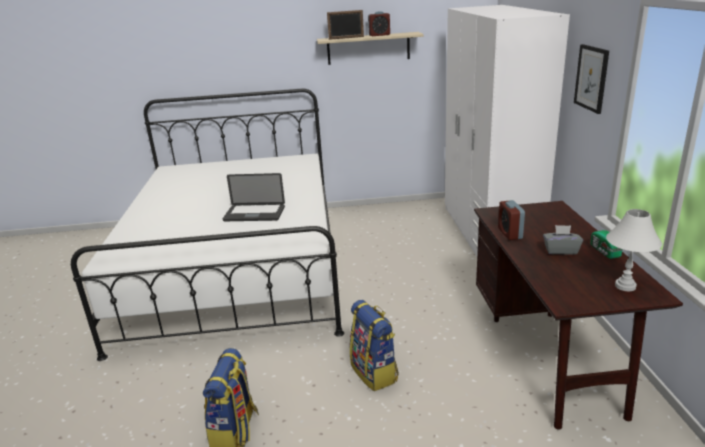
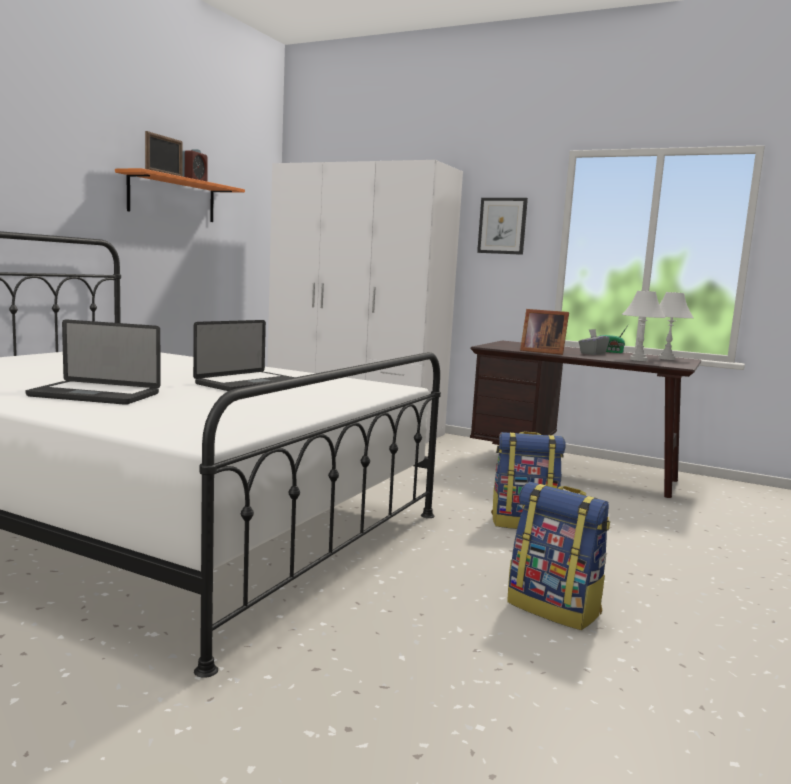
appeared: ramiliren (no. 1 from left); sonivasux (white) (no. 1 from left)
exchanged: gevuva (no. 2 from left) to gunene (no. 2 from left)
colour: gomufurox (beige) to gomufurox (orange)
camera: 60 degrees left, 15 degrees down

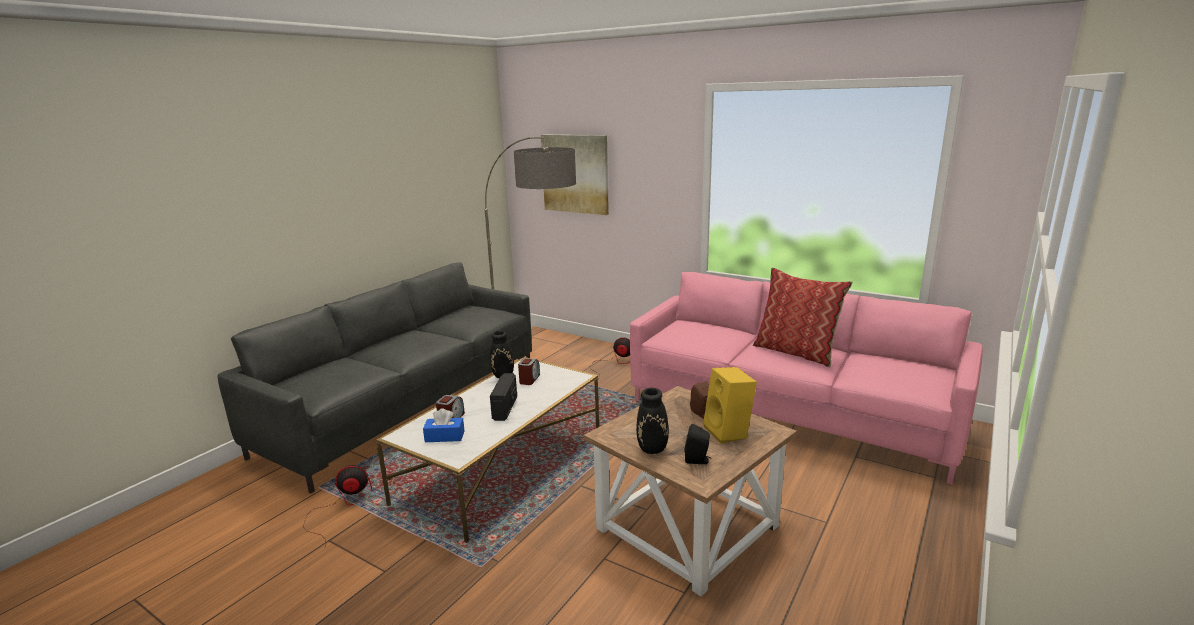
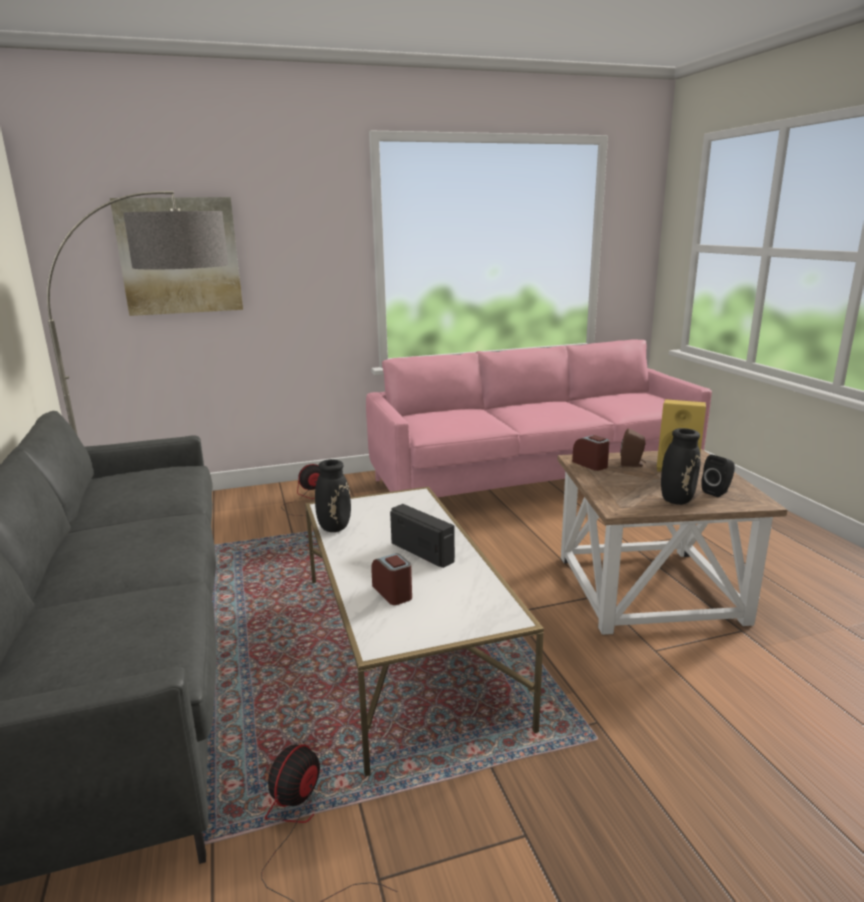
missing: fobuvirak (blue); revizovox
relocated: gevuva (no. 2 from left)
camera: 50 degrees left, 0 degrees up

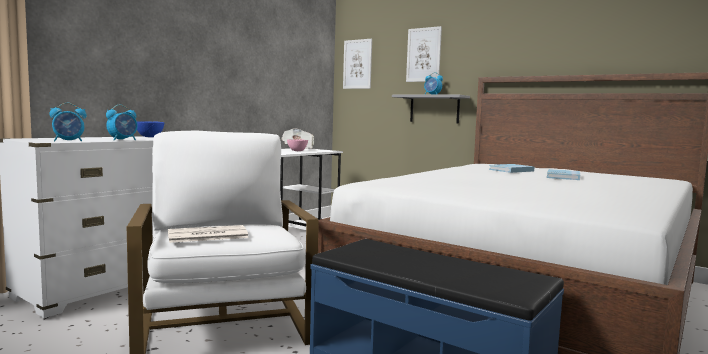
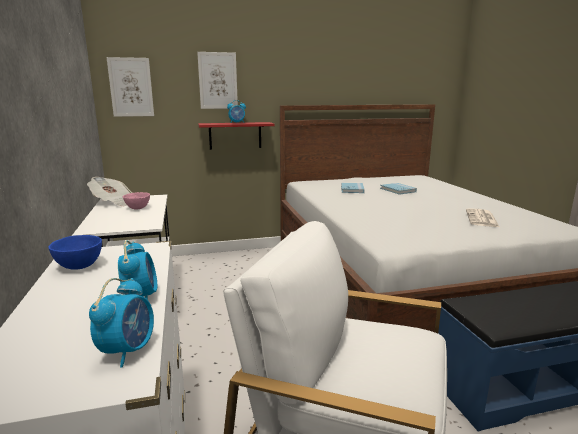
relocated: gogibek (no. 1 from left in the first image) to gogibek (no. 2 from left)
colour: gomufurox (grey) to gomufurox (red)
camera: 50 degrees left, 10 degrees up

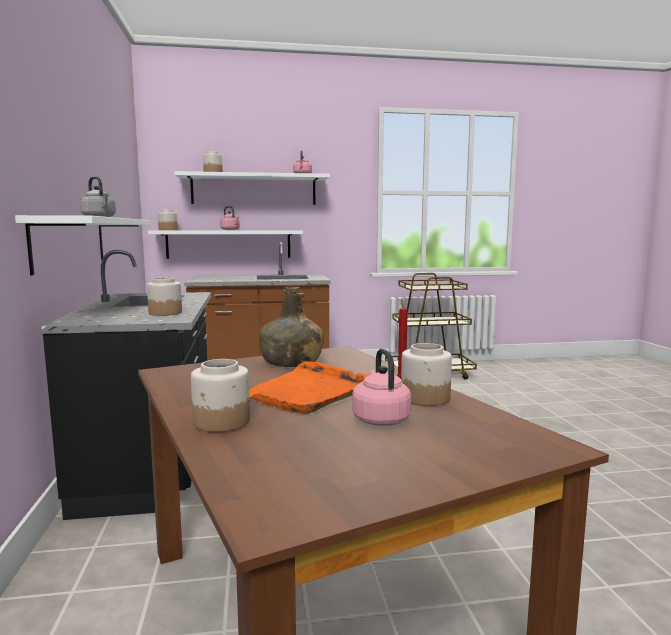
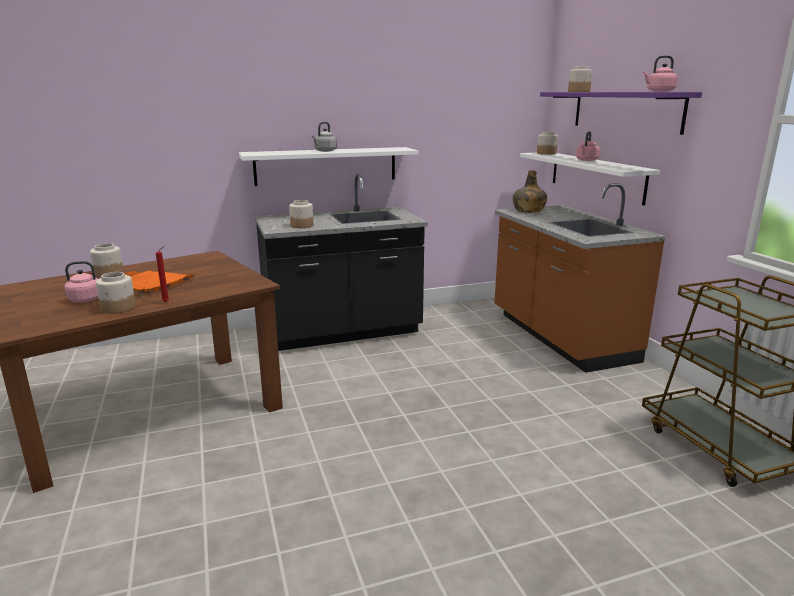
relocated: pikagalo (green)
colour: gomufurox (white) (no. 3 from left) to gomufurox (purple)
camera: 80 degrees right, 10 degrees up

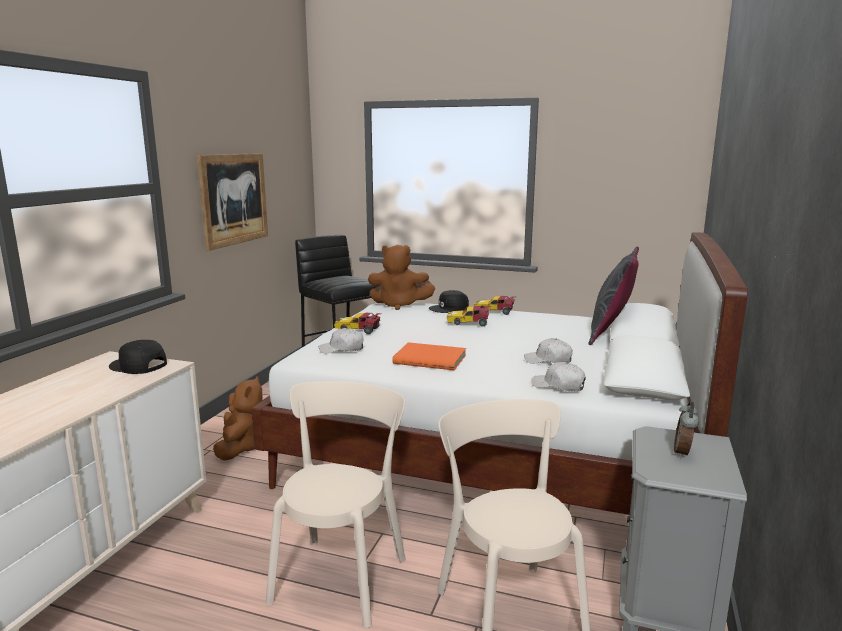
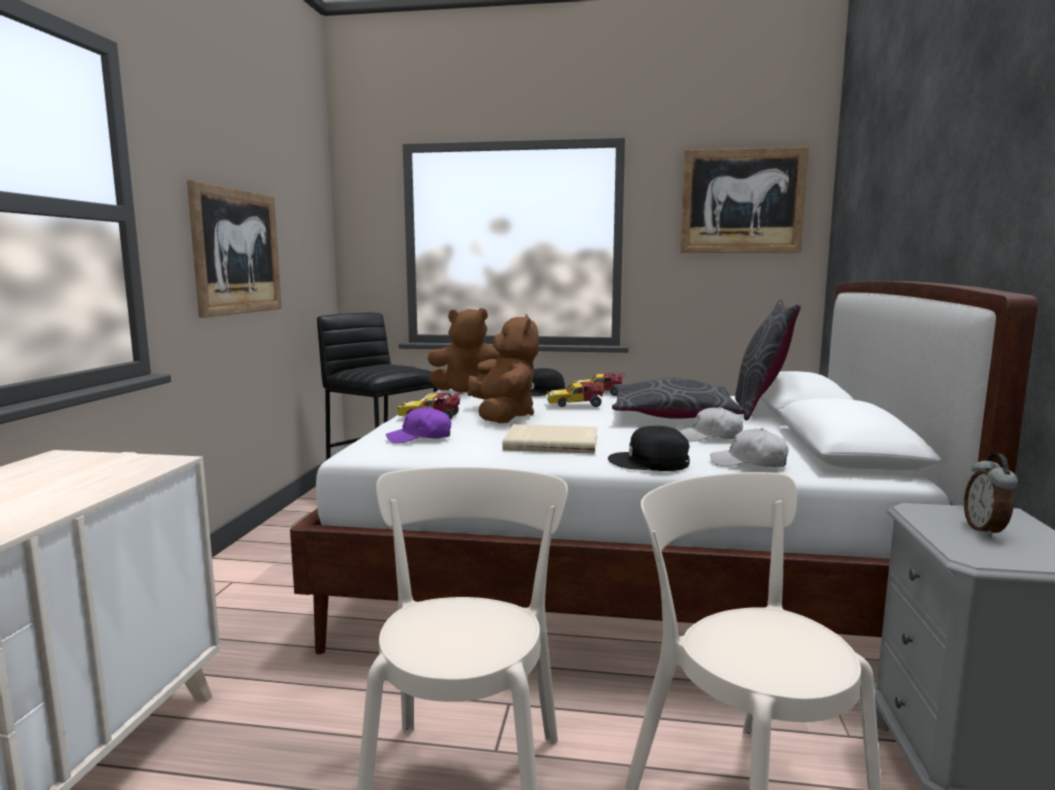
appeared: revizovox (grey) (no. 1 from left); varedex (no. 2 from left)
relocated: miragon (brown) (no. 1 from left in the first image) to miragon (brown) (no. 2 from left); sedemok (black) (no. 1 from left in the first image) to sedemok (black) (no. 2 from left)
colour: sedemok (white) (no. 1 from left) to sedemok (purple); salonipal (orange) to salonipal (beige)
camera: 10 degrees left, 5 degrees down

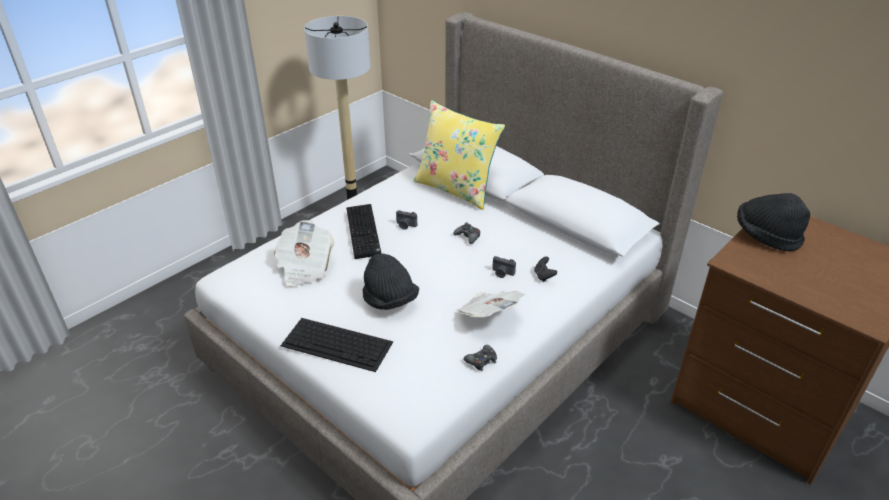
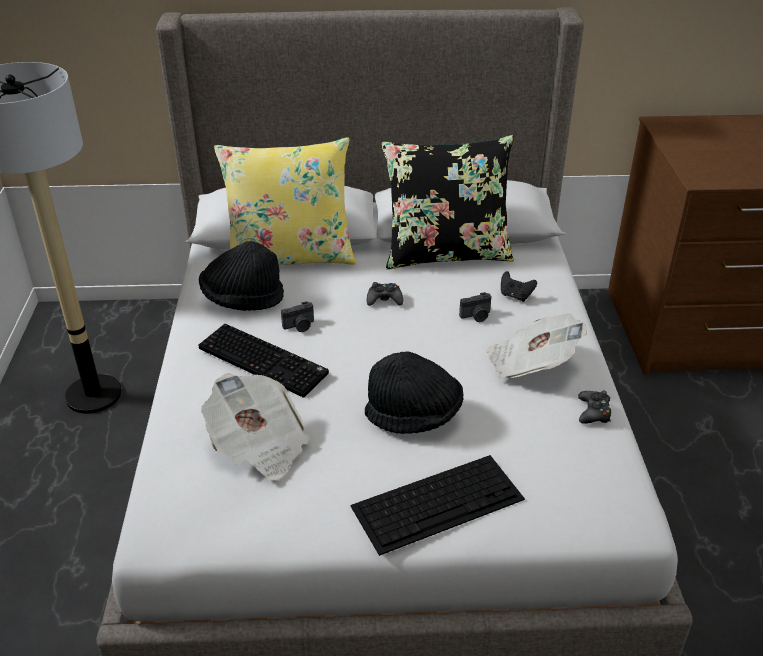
appeared: revizovox (black)
relocated: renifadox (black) (no. 2 from left in the first image) to renifadox (black) (no. 1 from left)
camera: 45 degrees left, 0 degrees up

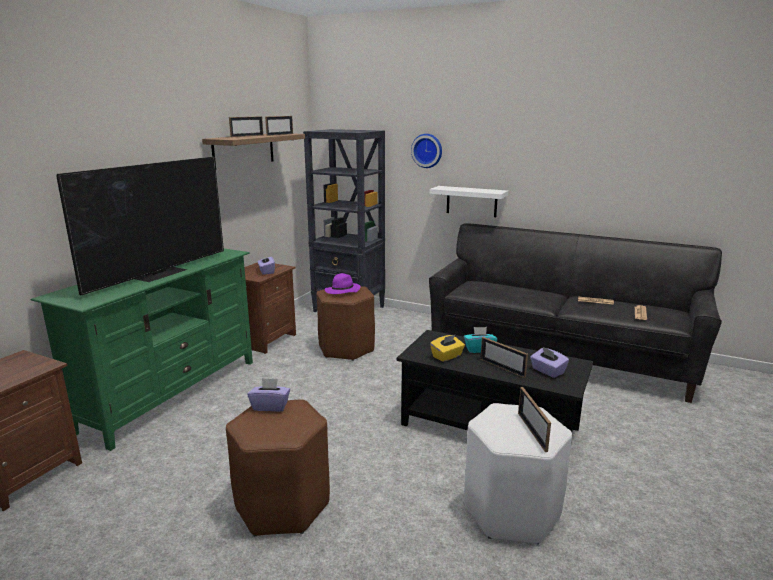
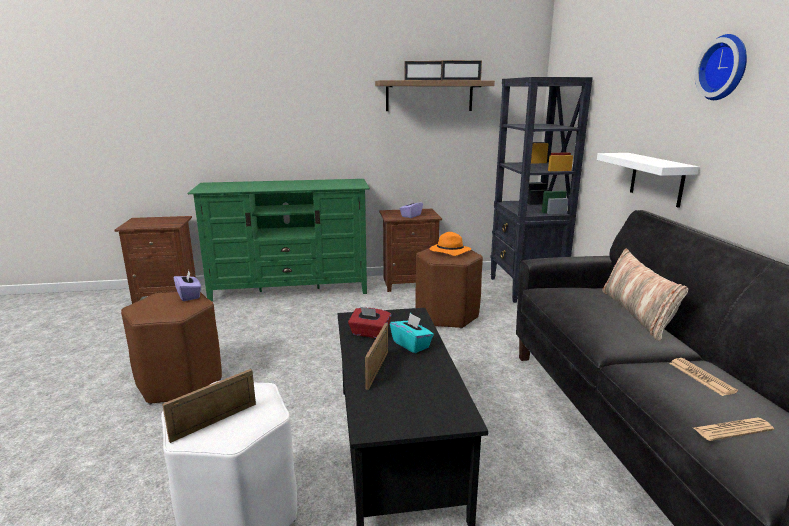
missing: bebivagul; fobuvirak (purple) (no. 3 from left)
appeared: revizovox
relocated: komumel
colour: fobuvirak (yellow) to fobuvirak (red); renifadox (purple) to renifadox (orange)
camera: 55 degrees right, 0 degrees up

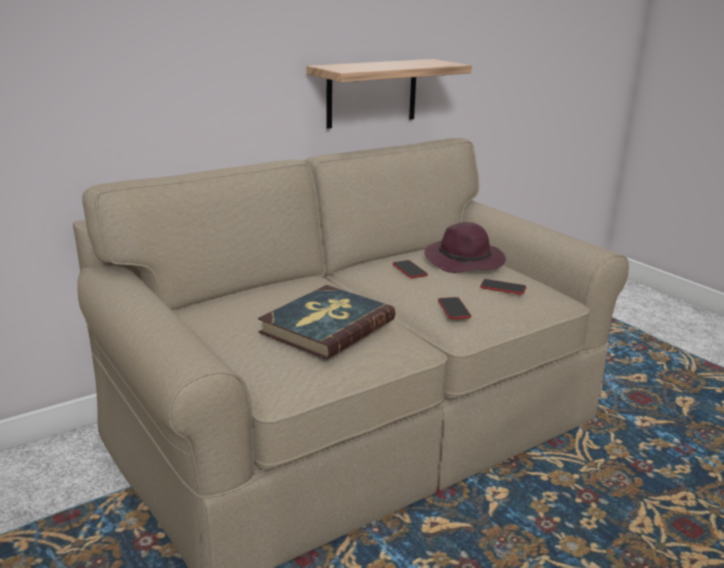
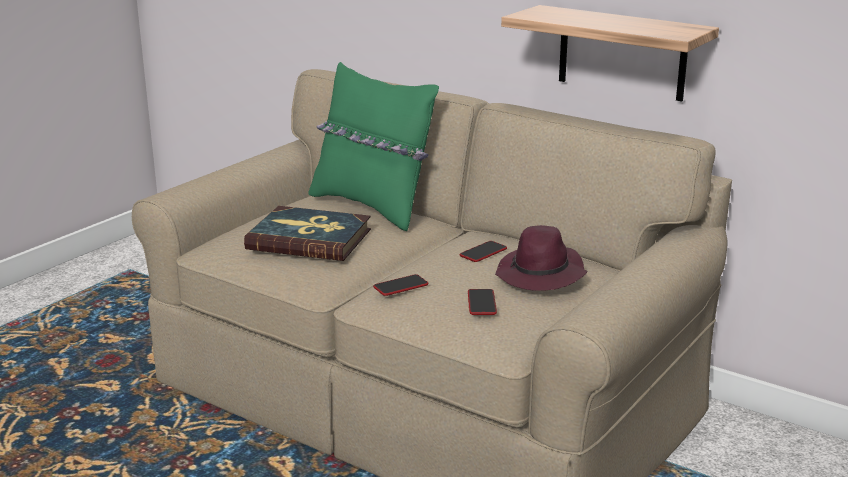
appeared: revizovox (green)
camera: 70 degrees right, 0 degrees up

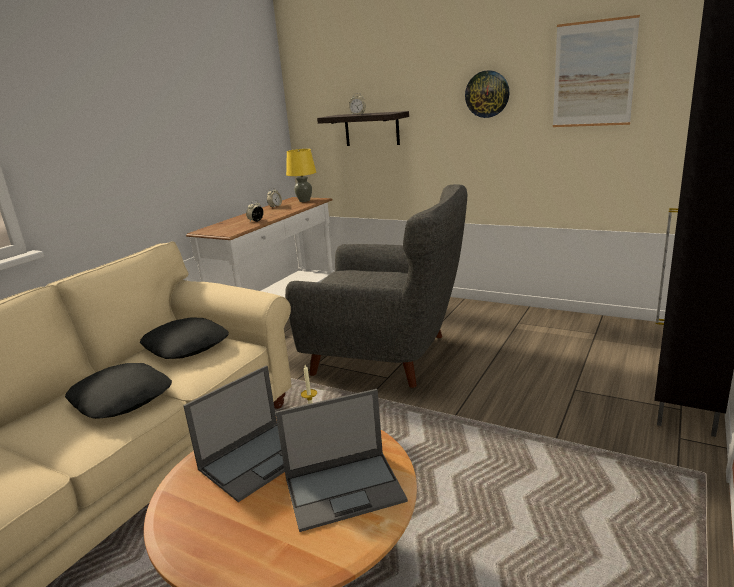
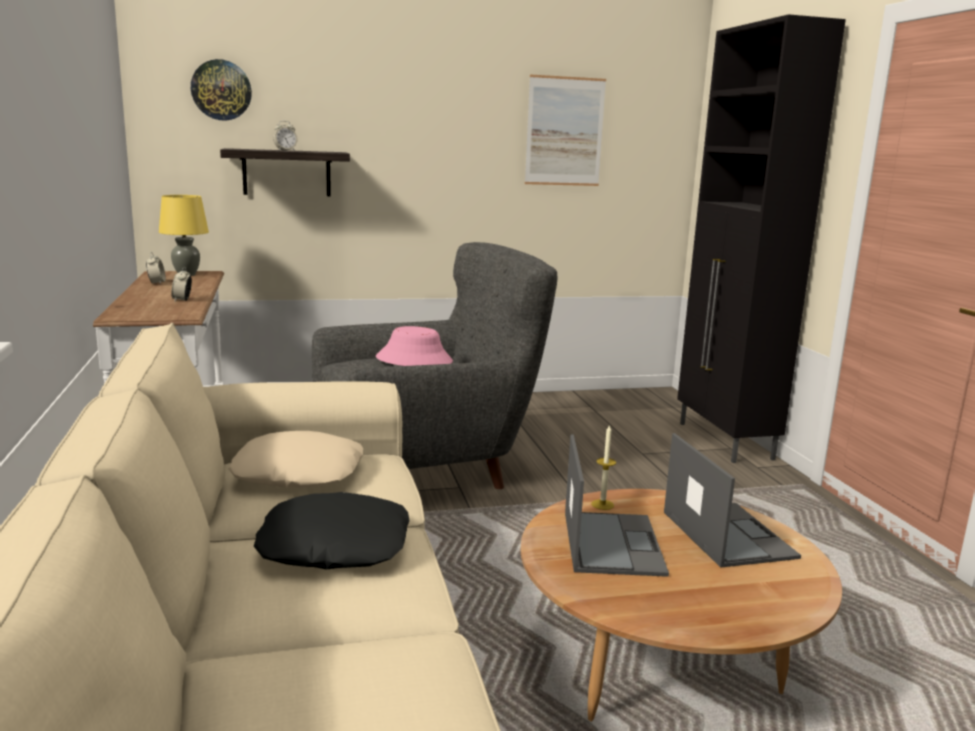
appeared: renifadox (pink)
relocated: komumel
colour: revizovox (black) (no. 2 from left) to revizovox (beige)
spun: ramiliren (no. 2 from left) 45 degrees counterclockwise
camera: 45 degrees left, 5 degrees down

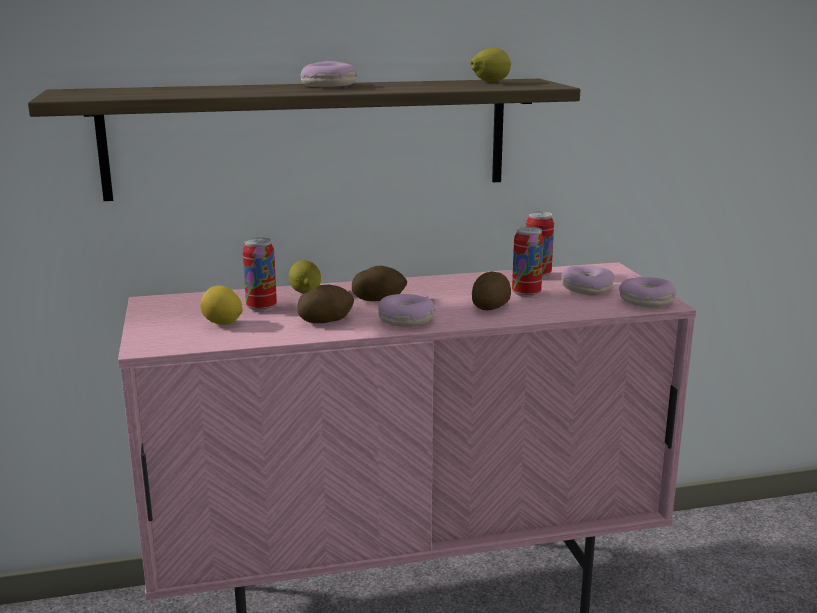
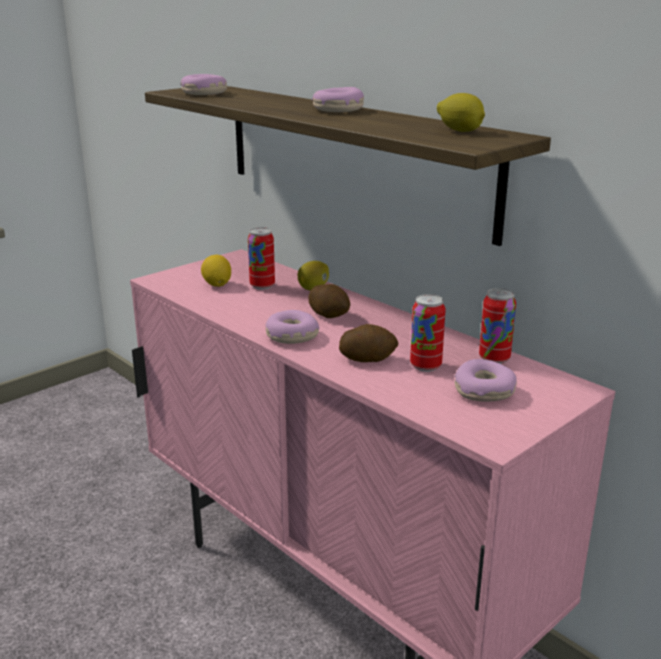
missing: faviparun (no. 1 from left)
relocated: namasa (no. 4 from left in the first image) to namasa (no. 1 from left)
camera: 60 degrees right, 5 degrees up

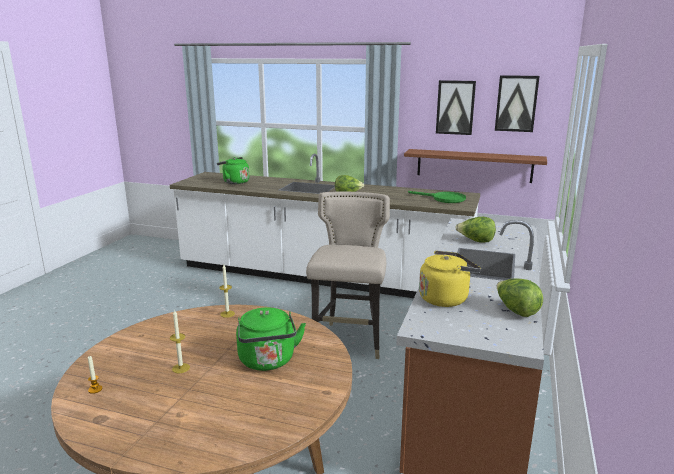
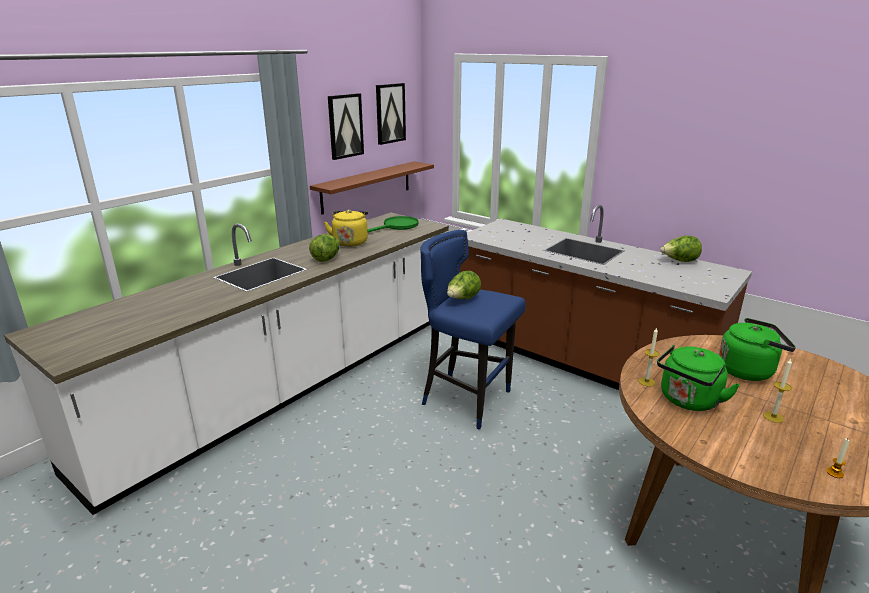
relocated: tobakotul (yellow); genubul (no. 2 from left); tobakotul (green) (no. 1 from left)
colour: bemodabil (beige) to bemodabil (blue)
camera: 70 degrees left, 5 degrees up

